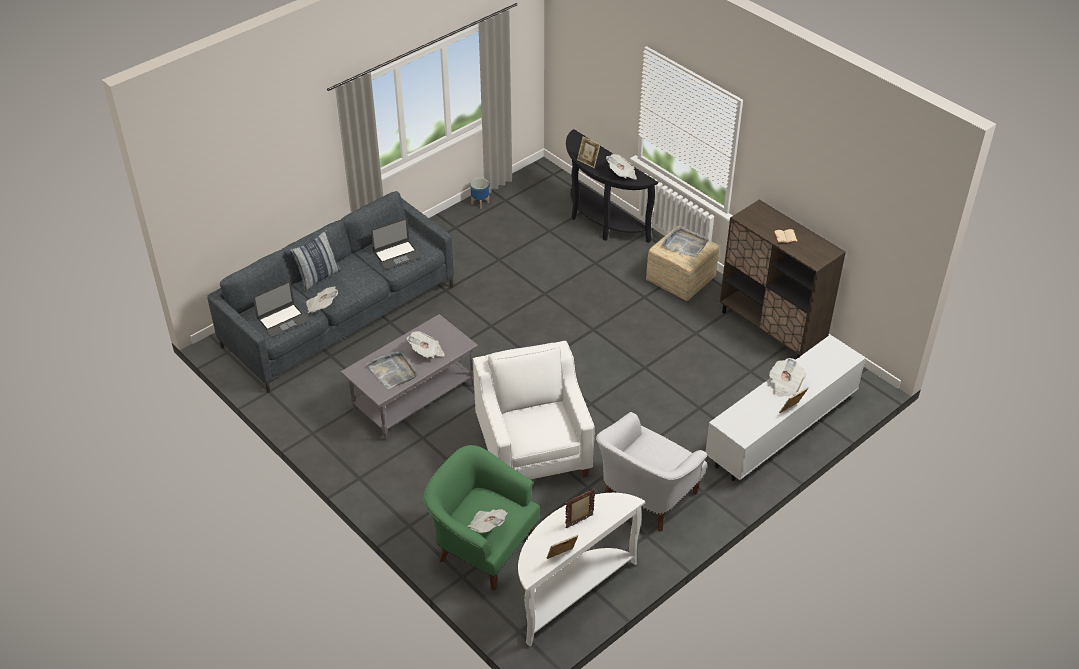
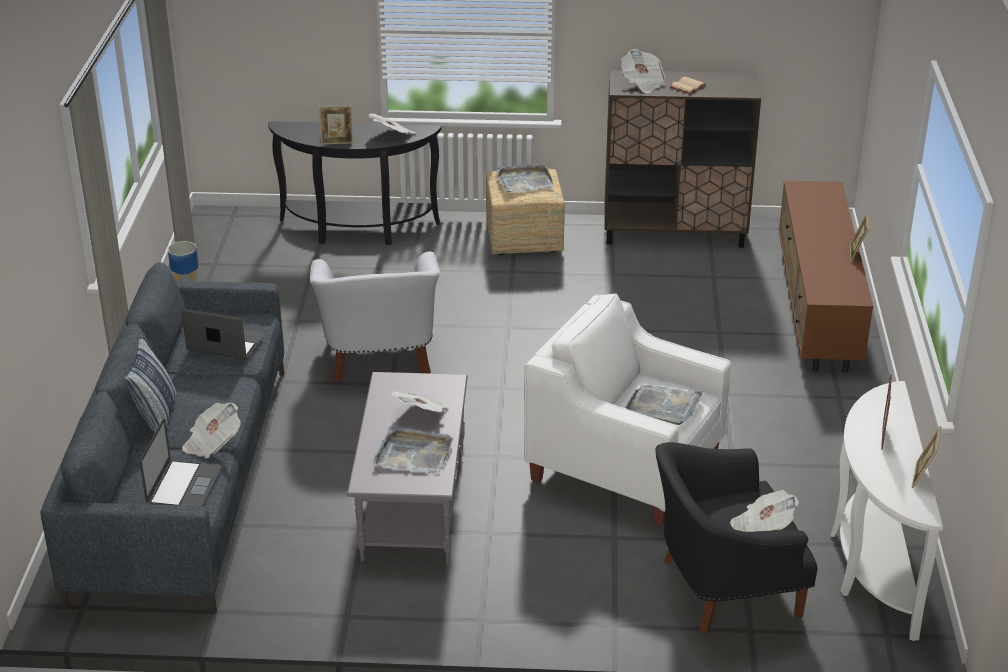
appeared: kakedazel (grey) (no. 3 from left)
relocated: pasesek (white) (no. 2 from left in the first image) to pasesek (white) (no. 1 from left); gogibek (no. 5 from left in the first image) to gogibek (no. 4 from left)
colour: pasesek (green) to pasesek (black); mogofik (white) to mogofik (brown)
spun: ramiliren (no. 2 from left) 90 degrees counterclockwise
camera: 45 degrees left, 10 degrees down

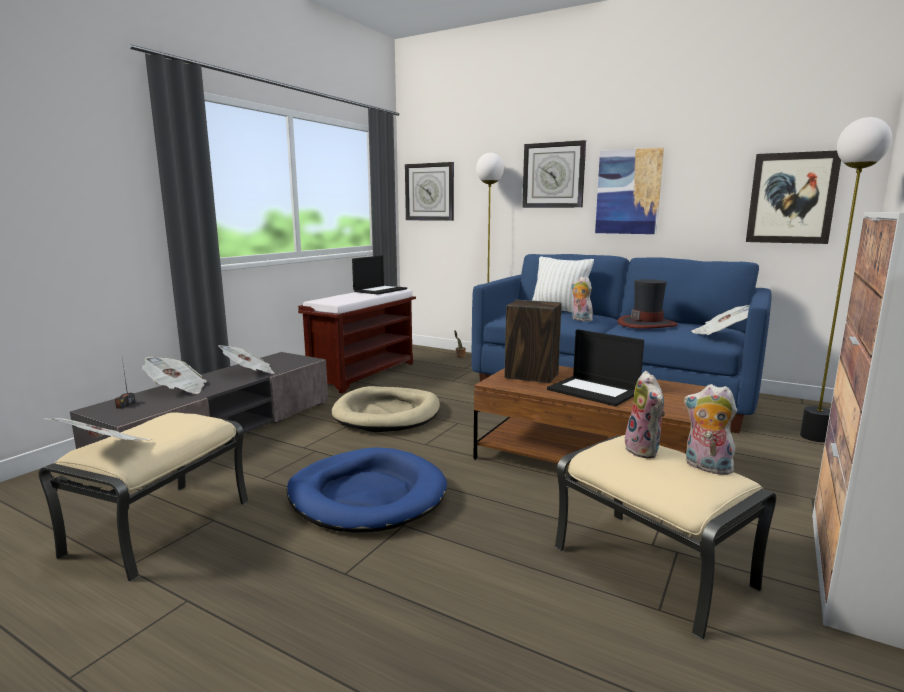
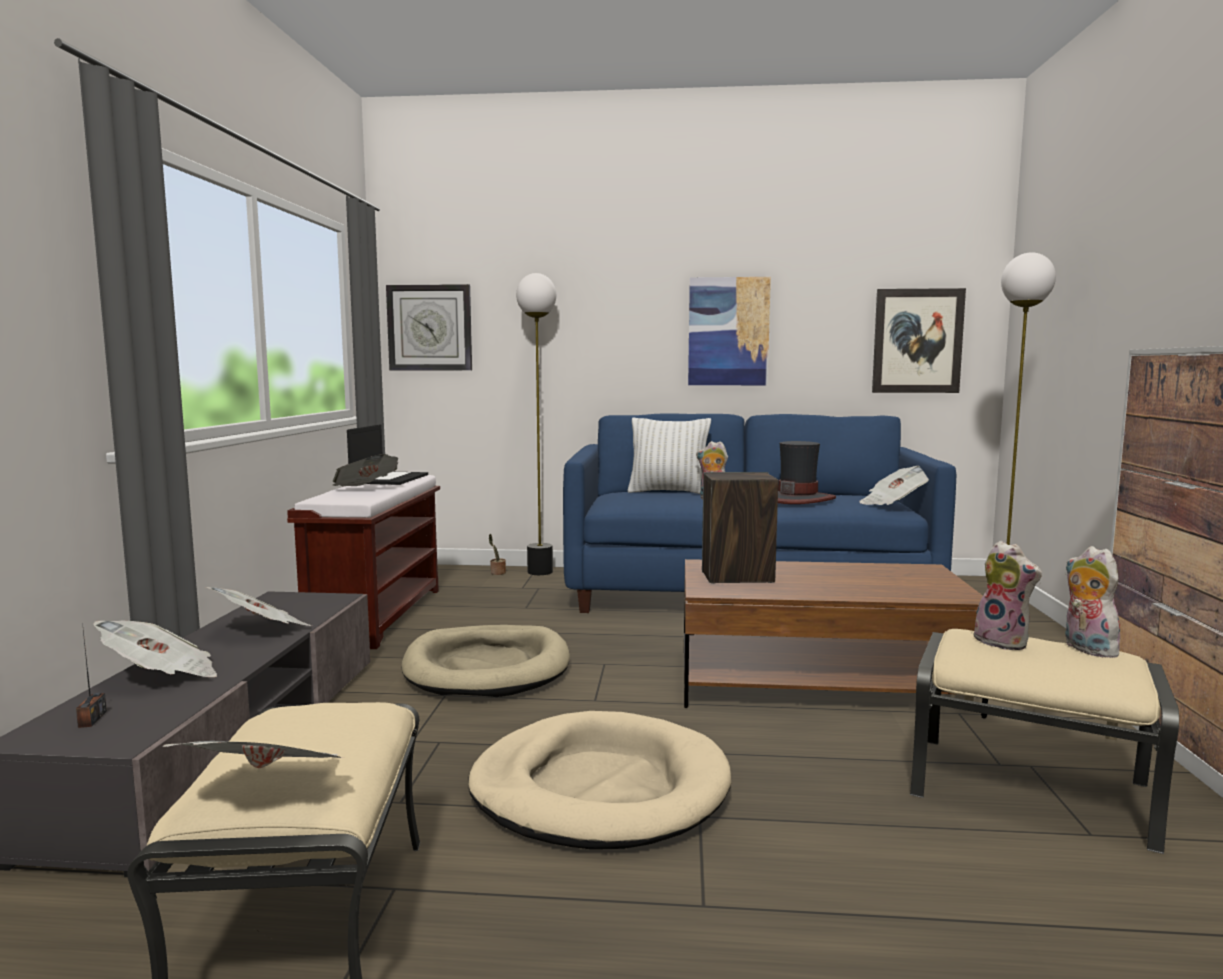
missing: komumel (no. 2 from left); ramiliren (no. 2 from left)
appeared: gogibek (no. 4 from left)
colour: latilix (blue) to latilix (beige) (no. 2 from left)
spun: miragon (no. 3 from left) 60 degrees clockwise
camera: 25 degrees left, 5 degrees down

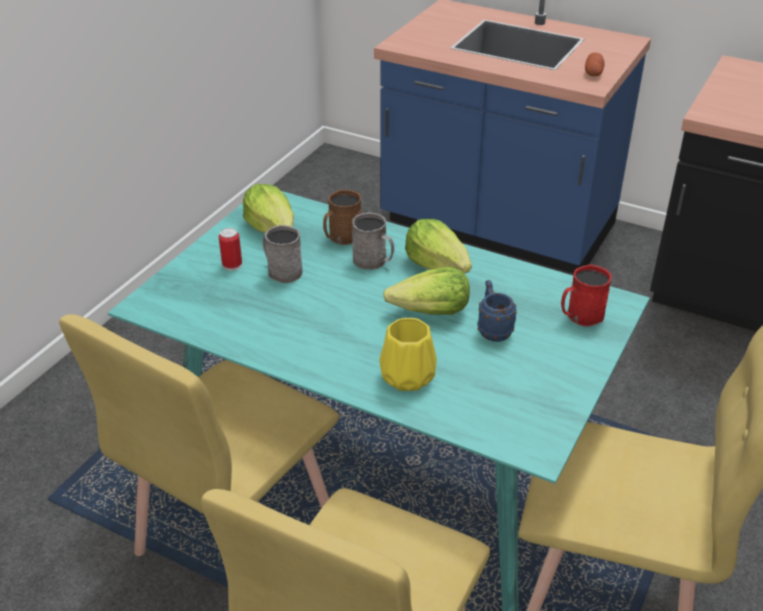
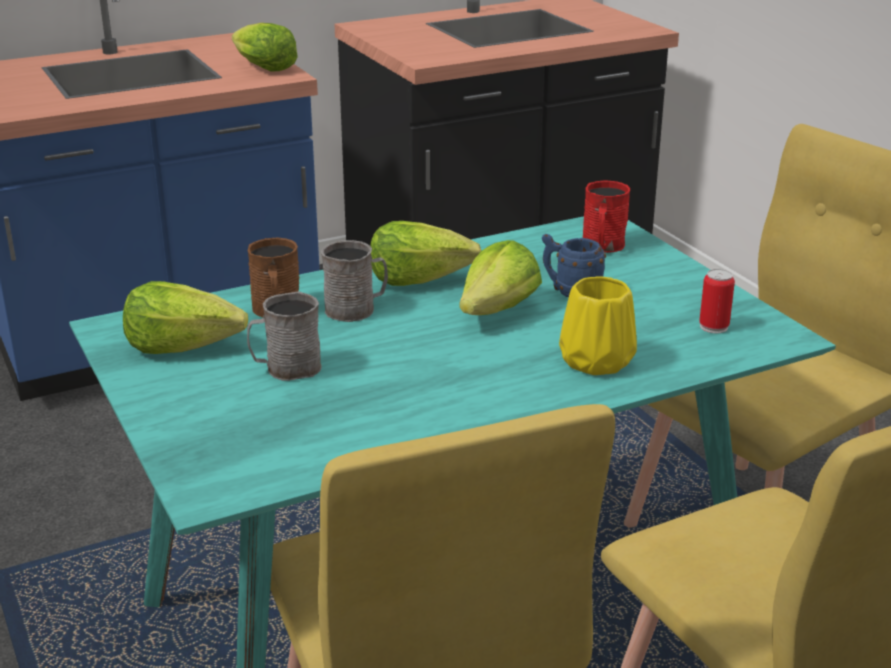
relocated: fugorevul
exchanged: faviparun to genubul (no. 2 from left)
camera: 55 degrees left, 10 degrees down

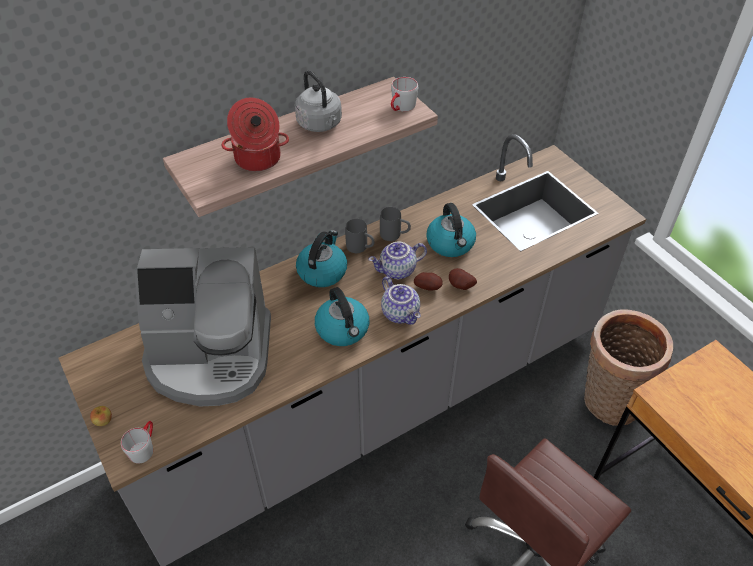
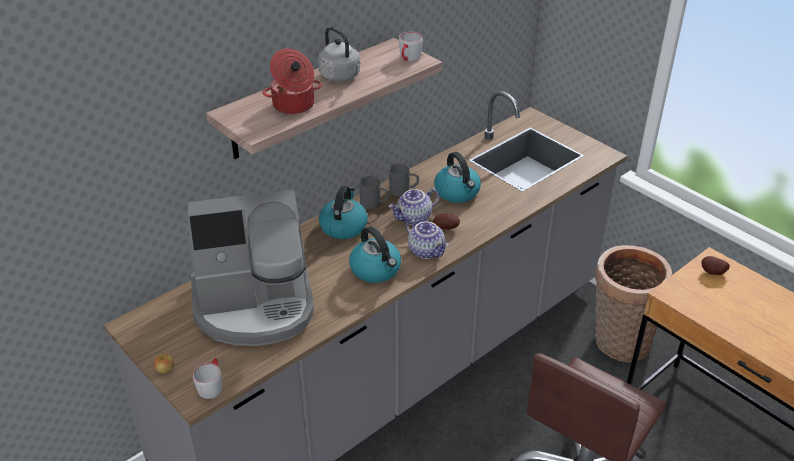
relocated: faviparun (no. 2 from left)
camera: 10 degrees left, 10 degrees down

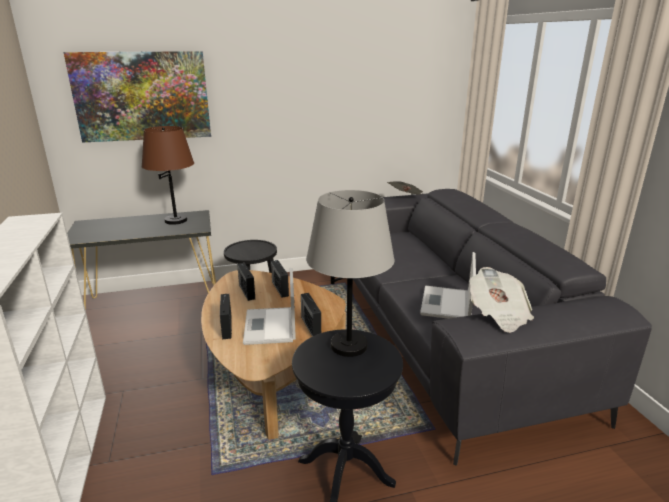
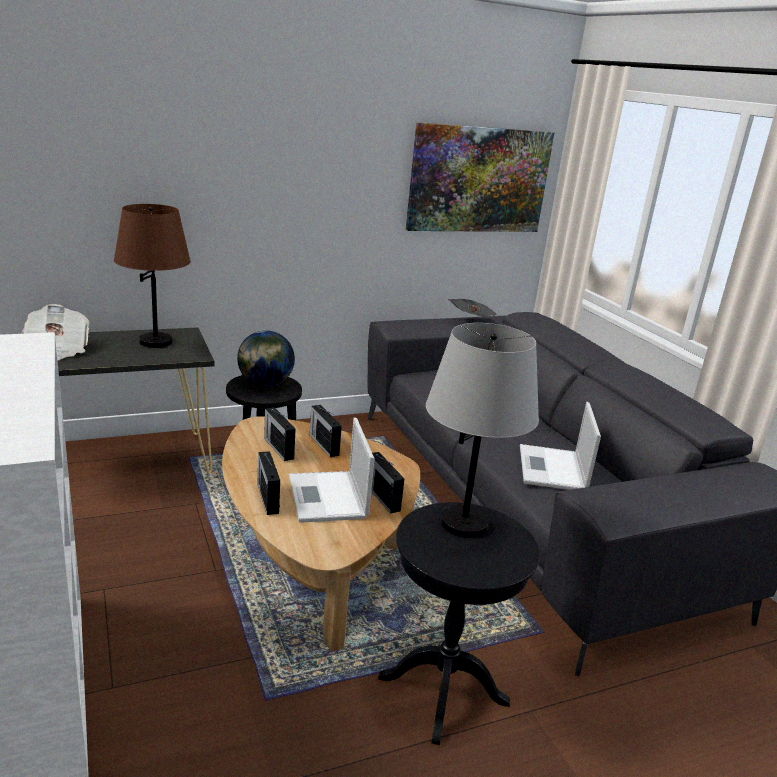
appeared: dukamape
relocated: gogibek (no. 2 from left in the first image) to gogibek (no. 1 from left); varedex
camera: 10 degrees left, 0 degrees up

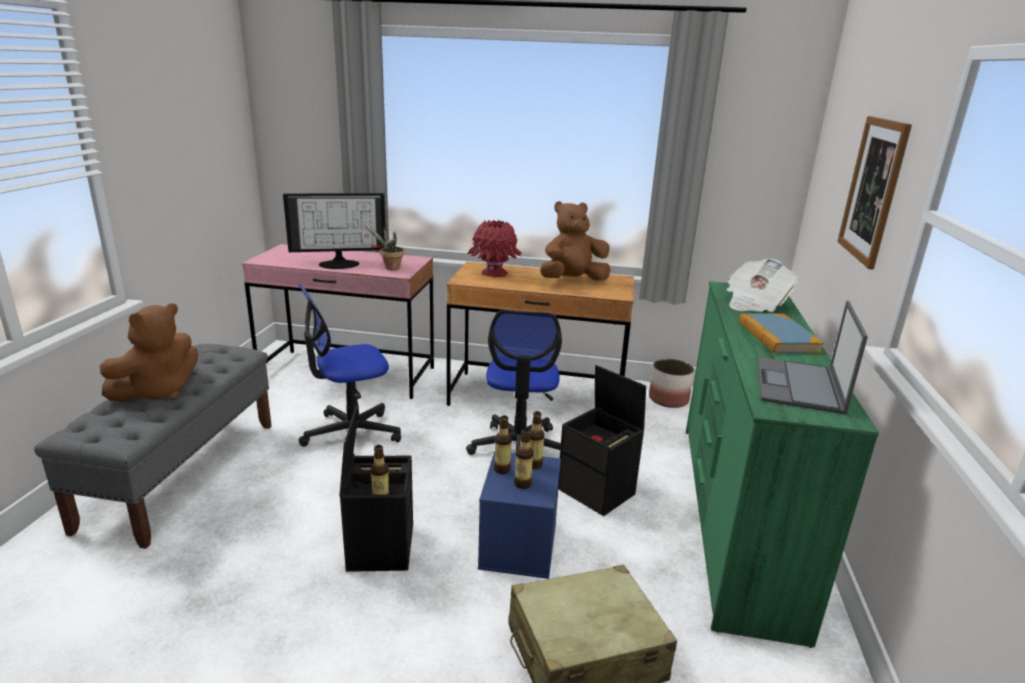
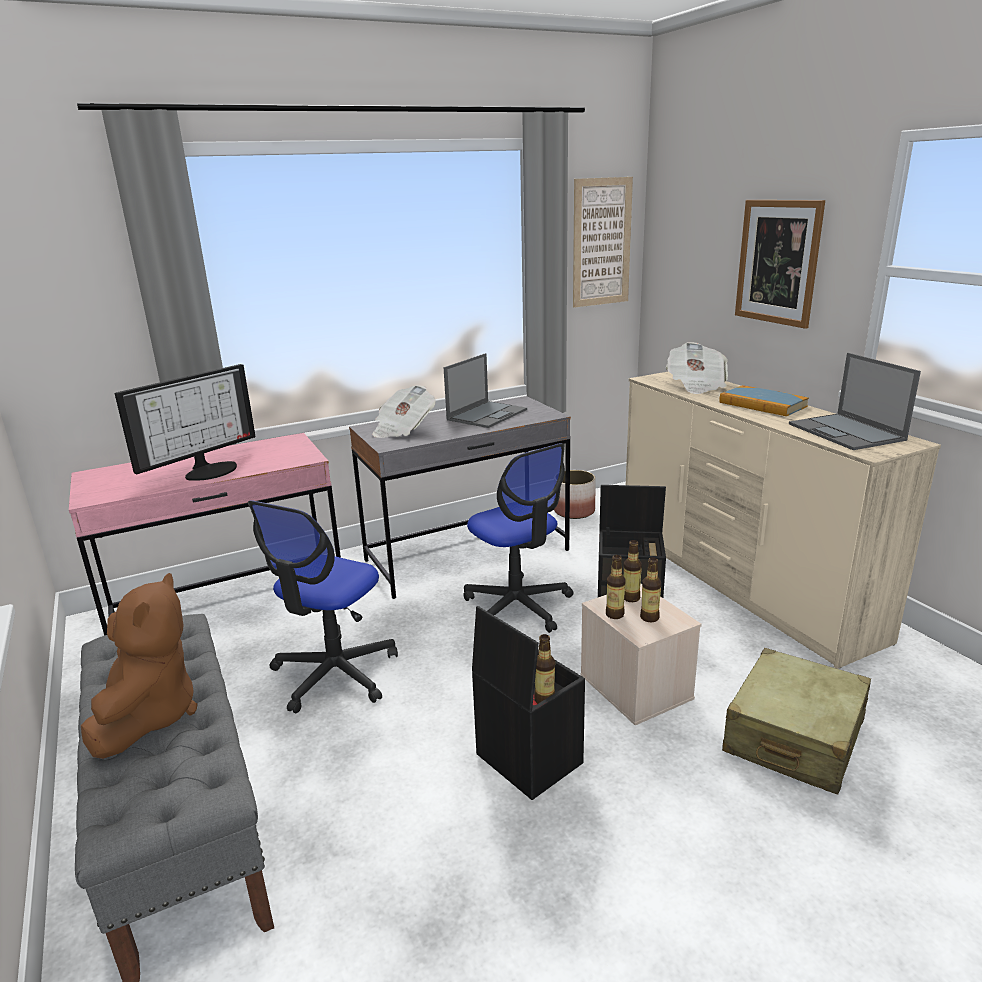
missing: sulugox
appeared: varedex (no. 1 from left)
exchanged: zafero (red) to gogibek (no. 1 from left); miragon (brown) (no. 2 from left) to ramiliren (no. 1 from left)
colour: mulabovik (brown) to mulabovik (grey); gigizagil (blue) to gigizagil (beige); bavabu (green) to bavabu (beige)
camera: 35 degrees left, 0 degrees up

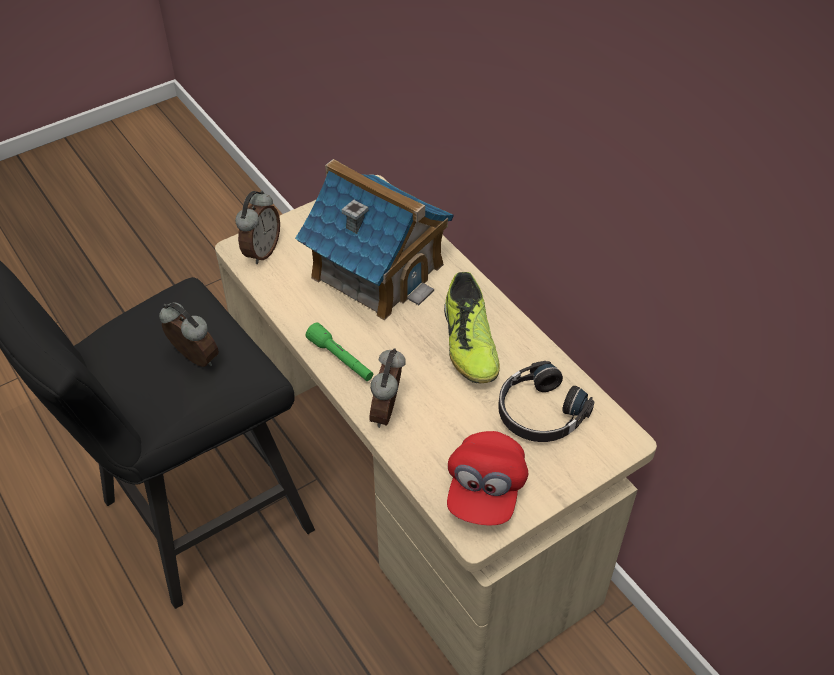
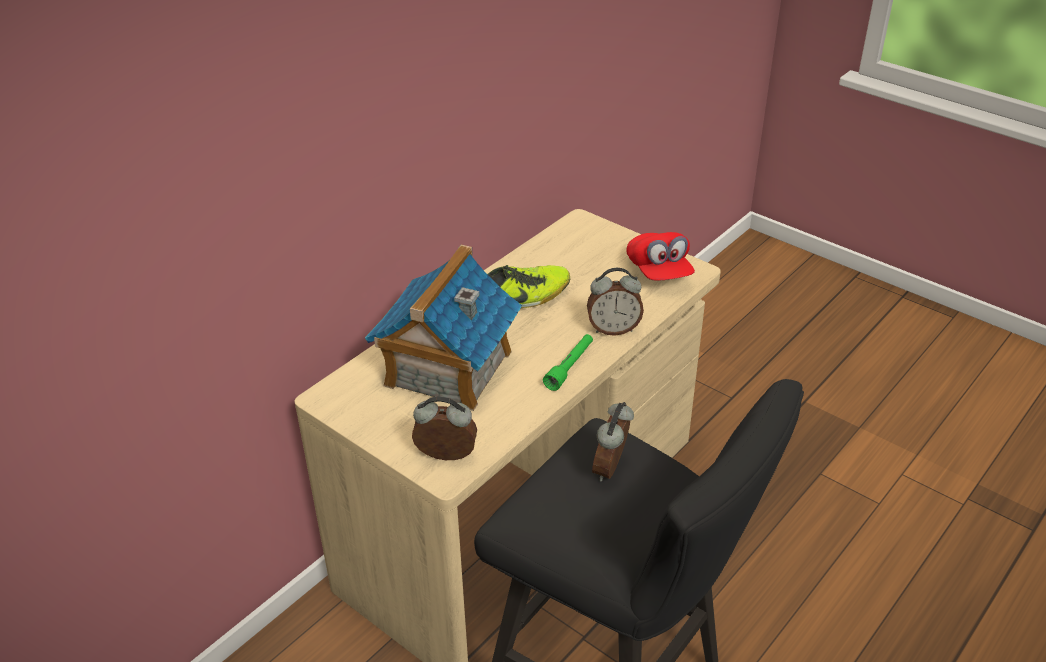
missing: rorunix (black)
spun: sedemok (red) 75 degrees clockwise
camera: 105 degrees left, 10 degrees down

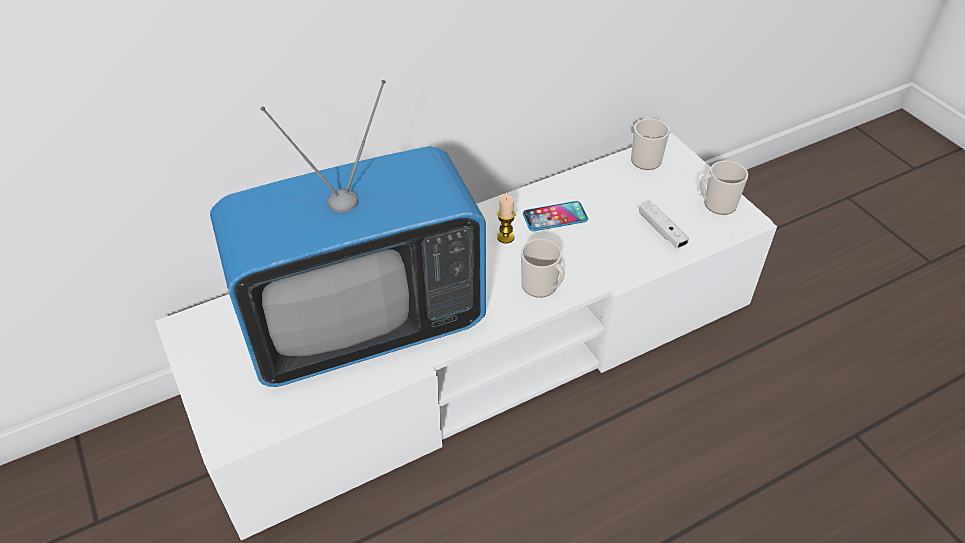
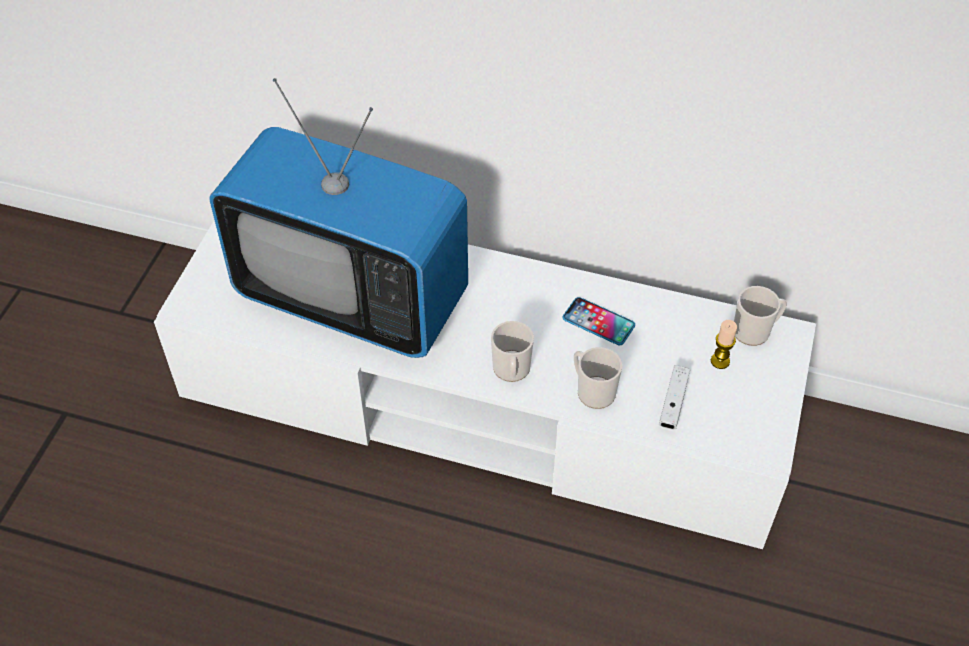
relocated: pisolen (no. 3 from left in the first image) to pisolen (no. 2 from left); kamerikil
camera: 45 degrees right, 5 degrees up

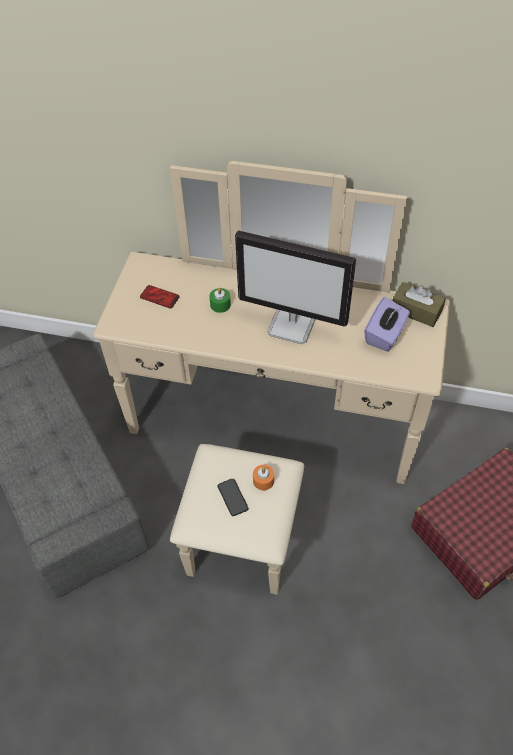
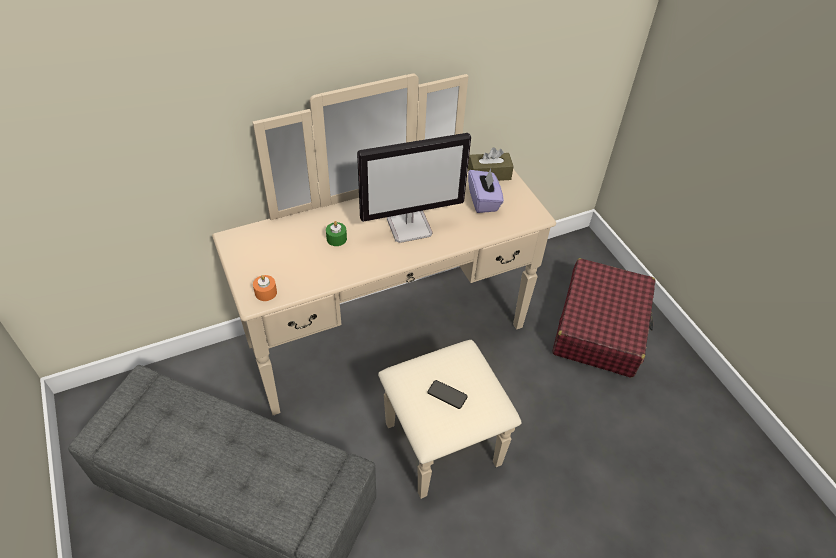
missing: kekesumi (no. 1 from left)
relocated: kamerikil (orange)
camera: 40 degrees left, 5 degrees down

